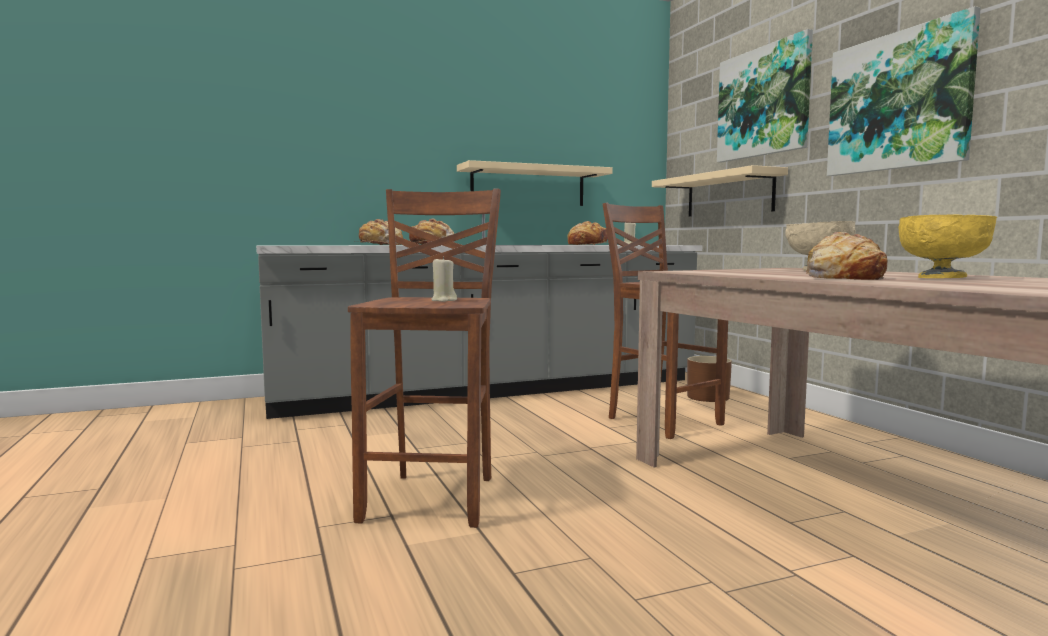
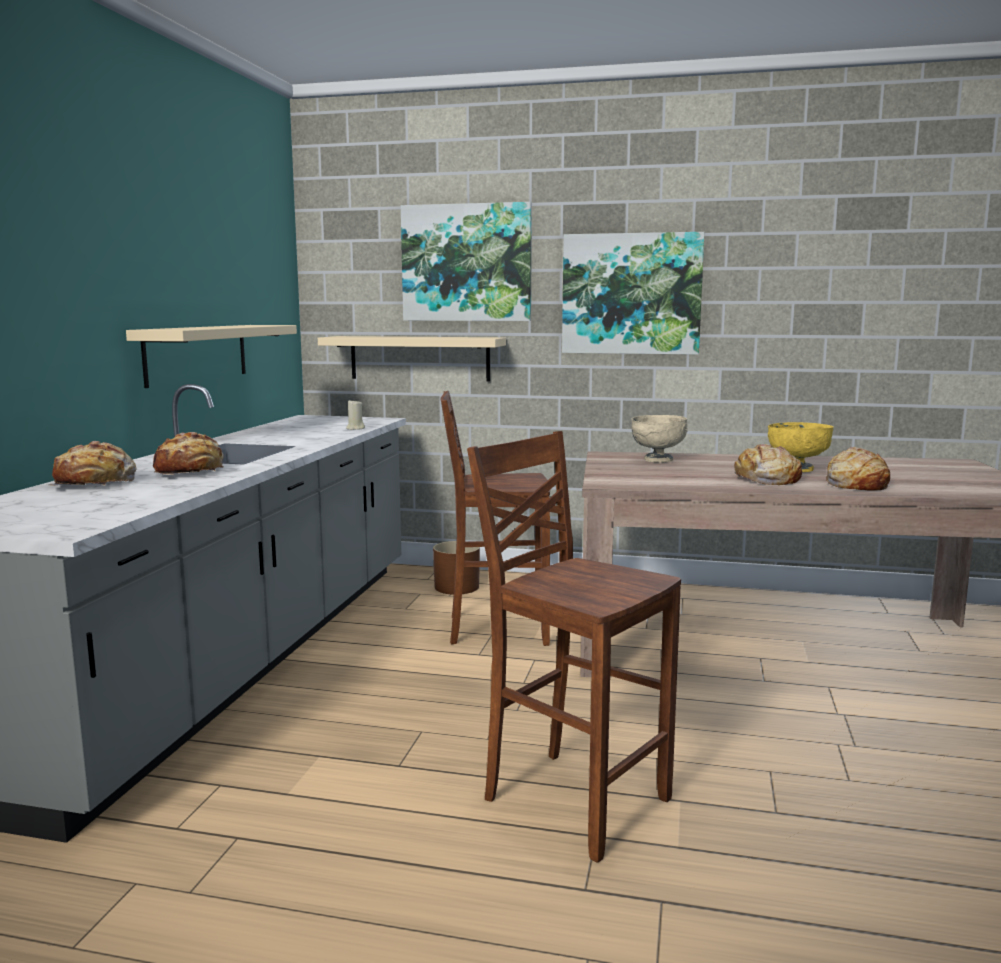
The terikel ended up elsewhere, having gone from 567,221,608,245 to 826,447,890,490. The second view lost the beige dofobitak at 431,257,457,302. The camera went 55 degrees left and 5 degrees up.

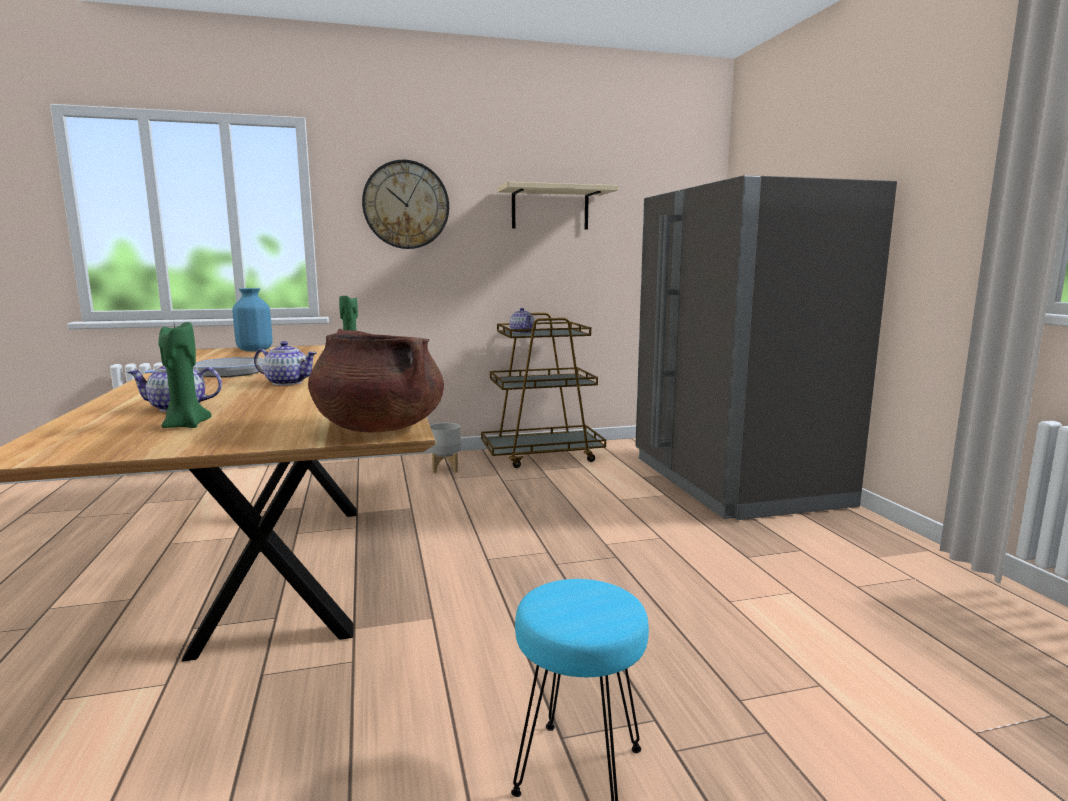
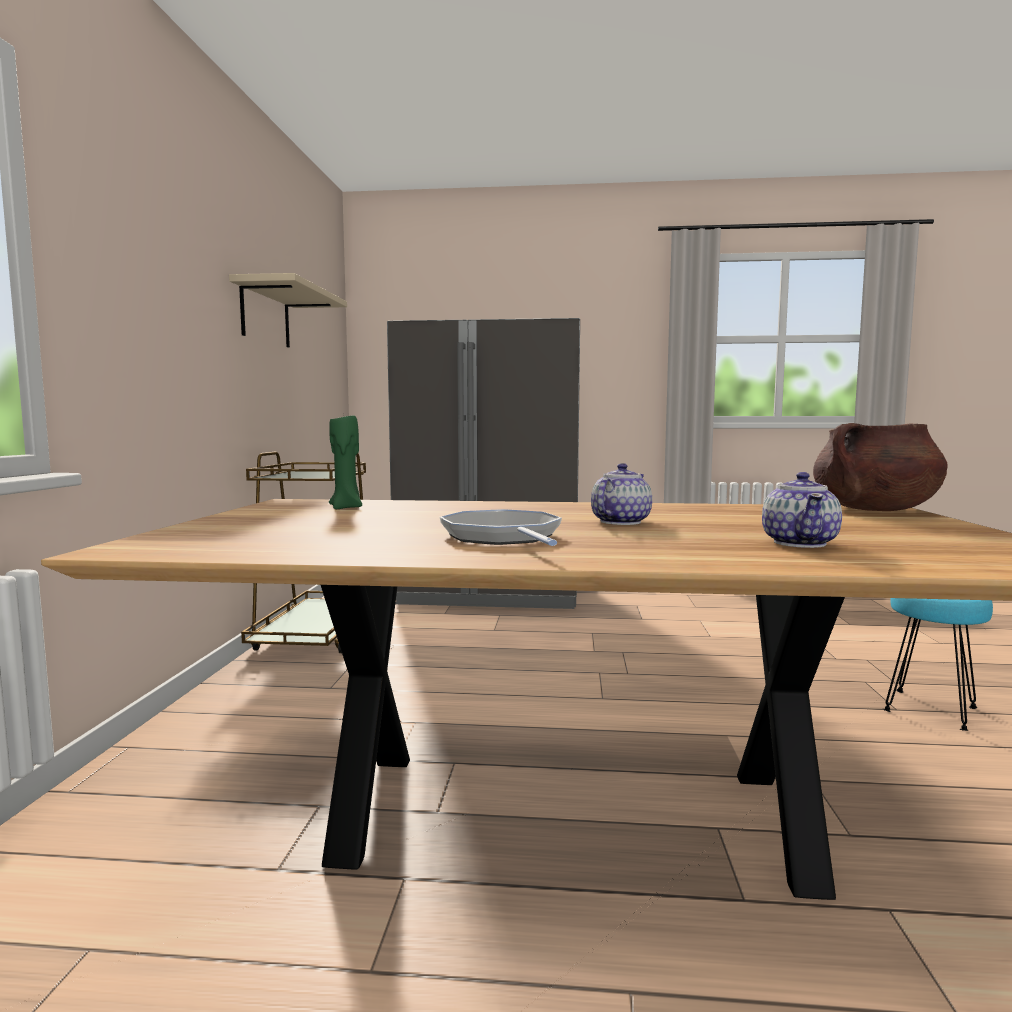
The second view lost the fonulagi at 362,160,449,249. The second view lost the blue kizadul at 232,288,273,351. The second view lost the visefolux at 509,308,535,334. The second view lost the green dofobitak at 158,322,212,428. The second view lost the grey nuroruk at 429,423,461,473. The camera went 70 degrees left and 5 degrees down.

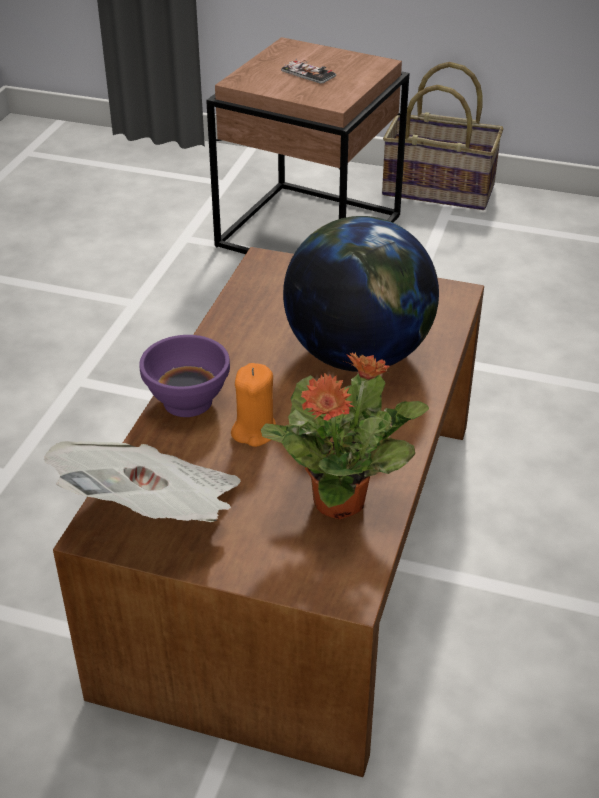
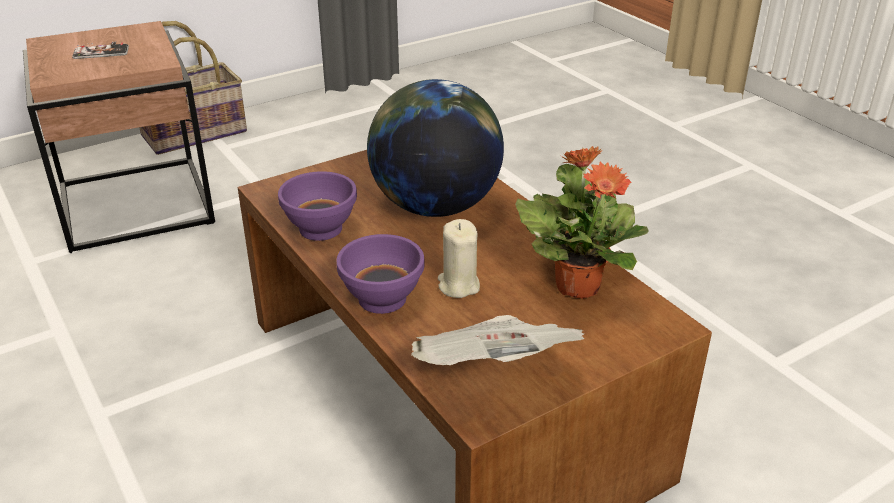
What was the orange dofobitak at 231,363,276,447 turned into the beige dofobitak at 438,219,480,298. The second view gained the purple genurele at 278,171,357,241. The camera went 50 degrees left and 5 degrees down.

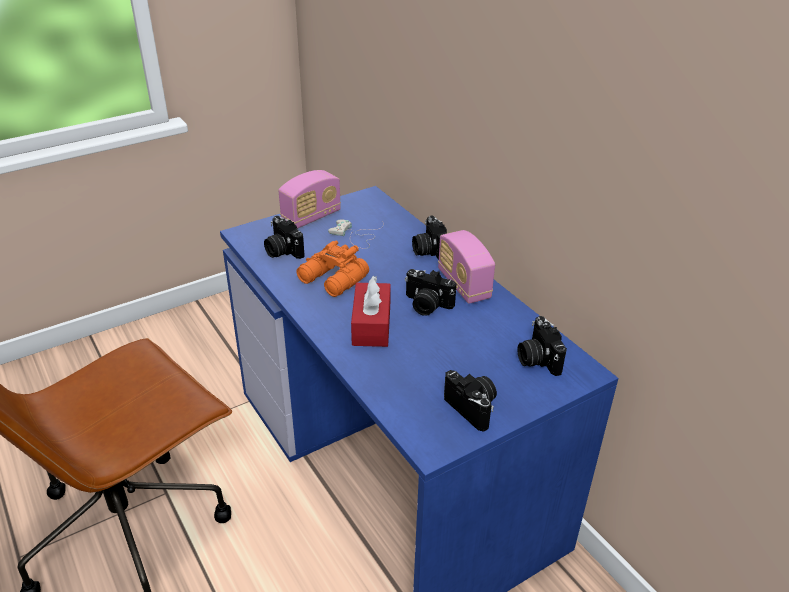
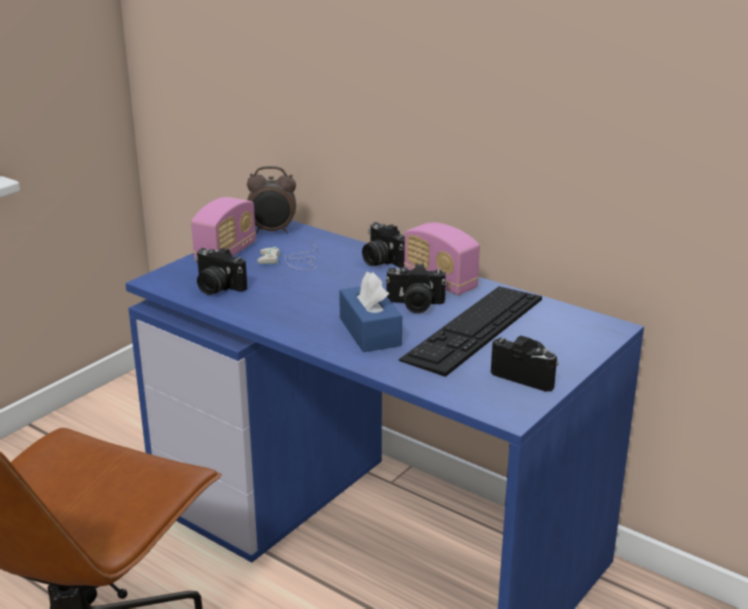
The second view lost the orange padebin at 296,240,369,297. What was the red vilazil at 351,276,391,347 turned into the blue vilazil at 339,272,402,352. The second view lost the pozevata at 517,316,567,376. The second view gained the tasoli at 247,166,296,234. The second view gained the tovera at 399,286,542,377. The camera went 20 degrees left and 10 degrees down.

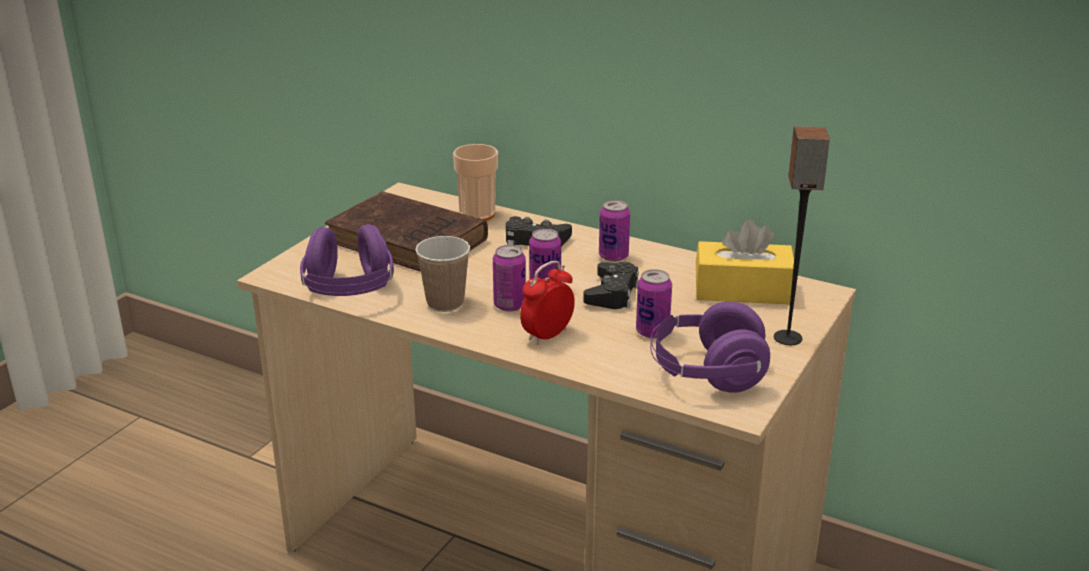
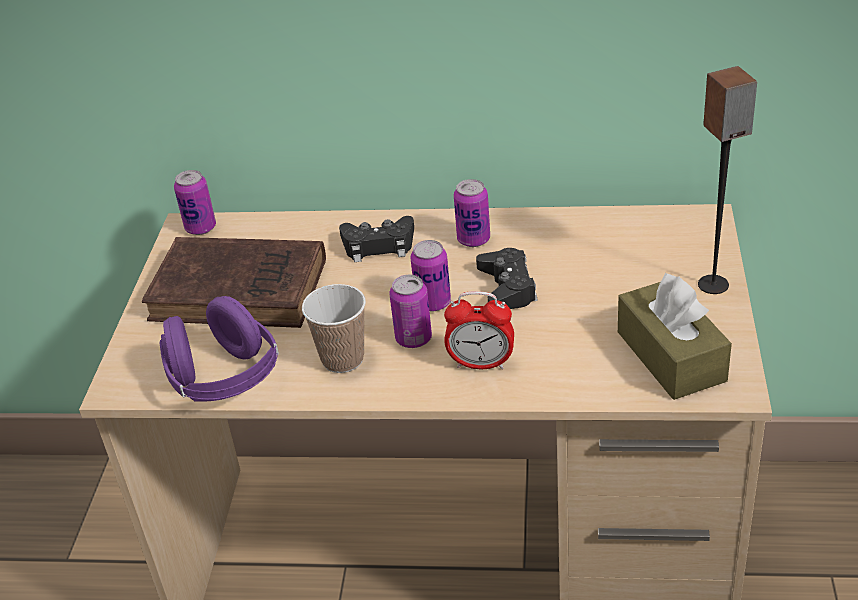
The second view lost the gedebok at 453,144,498,221. The second view lost the yellow vilazil at 696,219,794,304. The tasoli at 520,261,575,345 ended up facing another way, 105 degrees counterclockwise from before. The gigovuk ended up elsewhere, having gone from 636,269,672,339 to 174,170,216,235. Where the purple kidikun stood at 650,301,770,393, the brown vilazil came to stand at 618,273,732,400. The camera went 20 degrees left and 10 degrees up.

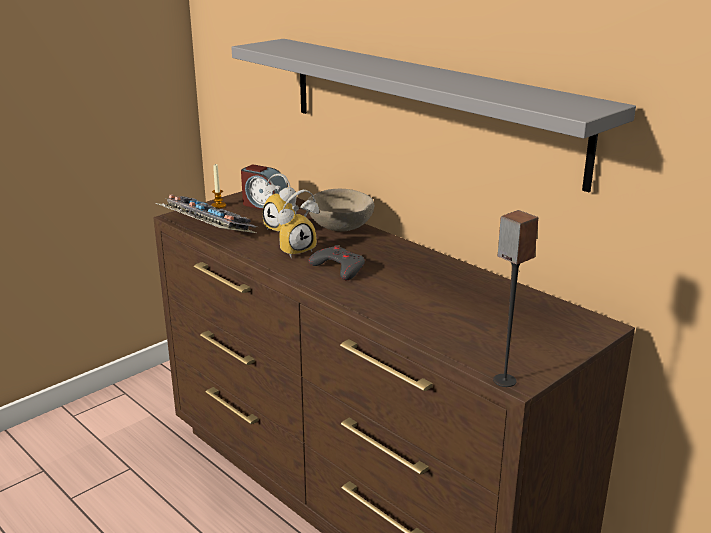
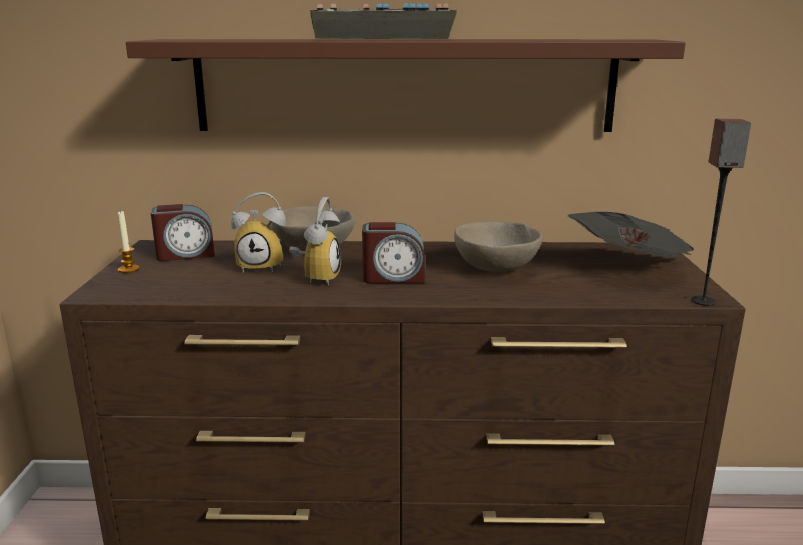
What was the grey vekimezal at 231,39,636,192 turned into the brown vekimezal at 126,39,686,132. The tovera ended up elsewhere, having gone from 156,195,257,233 to 310,4,457,39. Where the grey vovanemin stood at 308,245,365,280, the tasoli came to stand at 362,222,425,283. The second view gained the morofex at 567,212,694,257. The second view gained the beige genurele at 454,221,542,272. The camera went 45 degrees left and 5 degrees down.

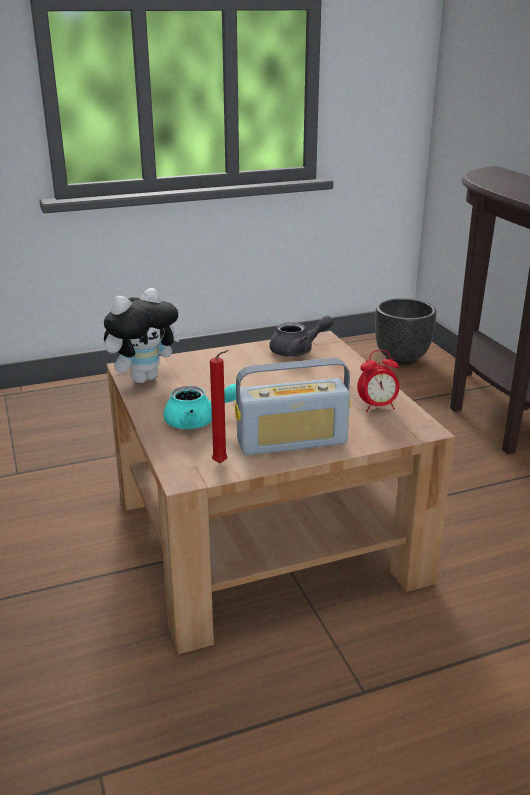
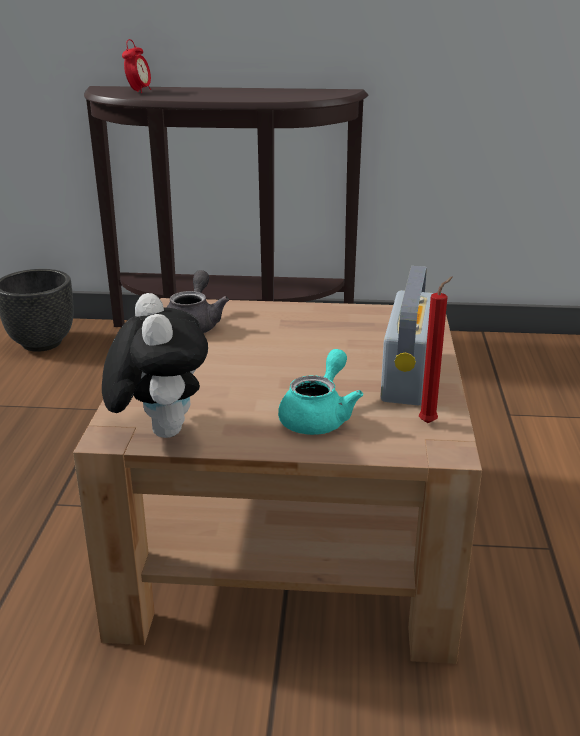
The tasoli ended up elsewhere, having gone from 357,350,399,412 to 122,39,151,93. The camera went 65 degrees left and 0 degrees up.

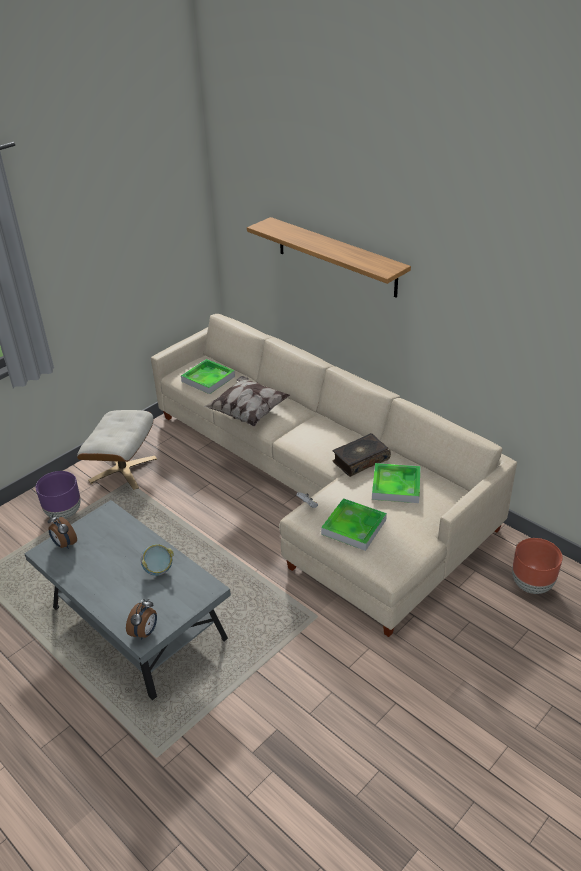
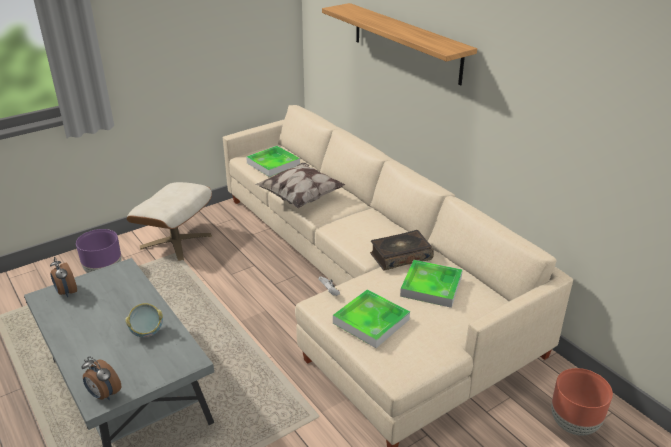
The tasoli at 126,599,157,640 ended up facing another way, 90 degrees clockwise from before. The camera went 10 degrees right and 5 degrees down.

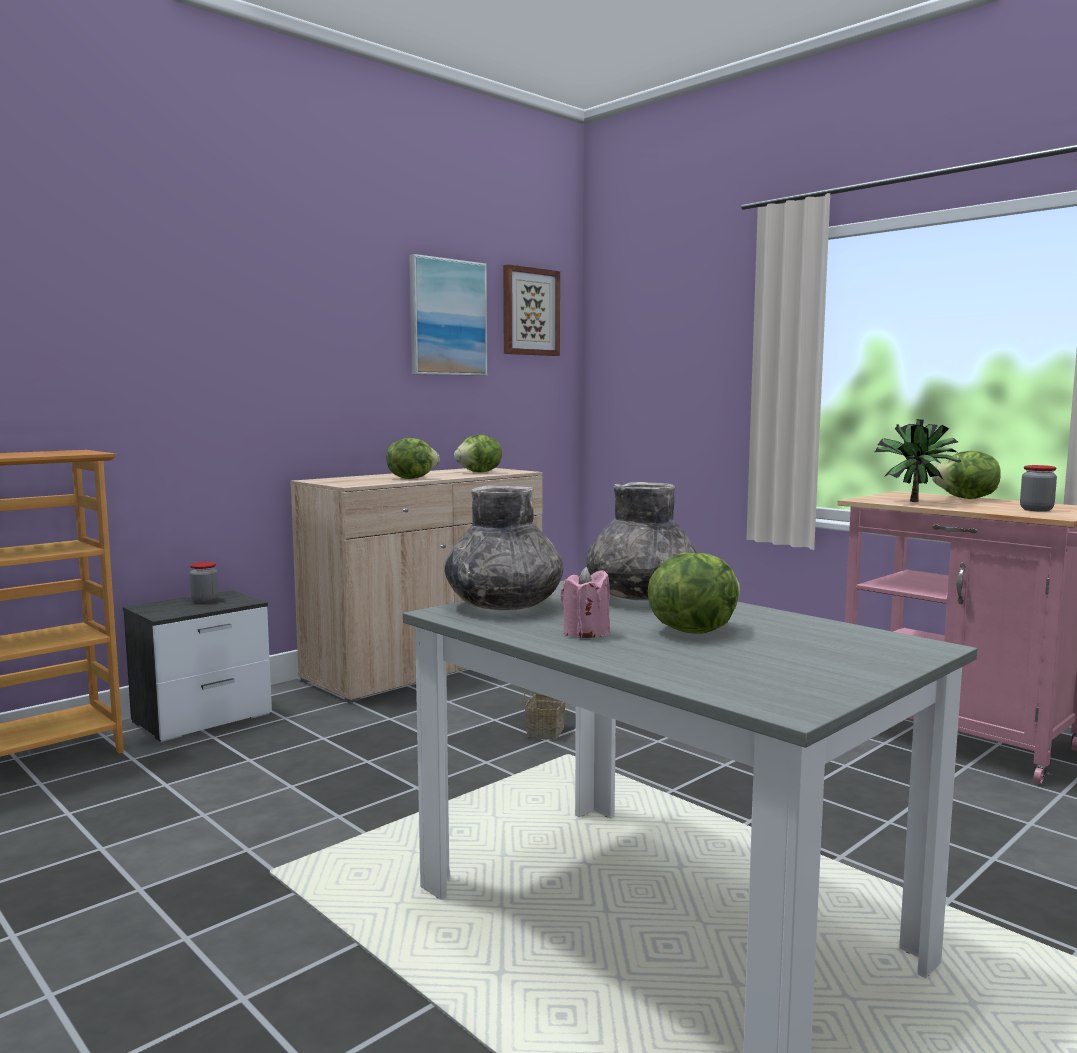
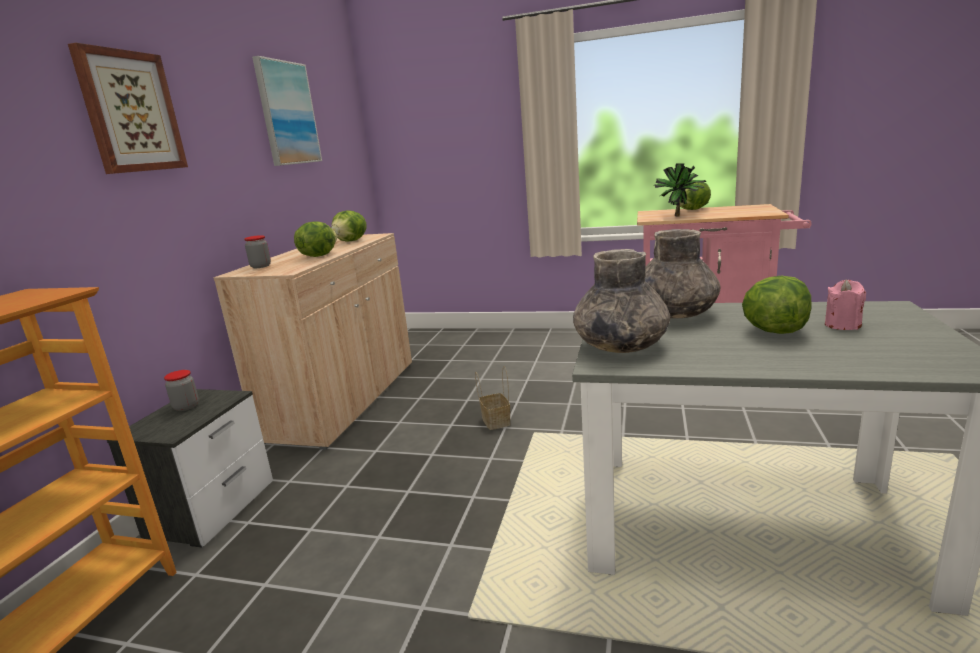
The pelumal ended up elsewhere, having gone from 503,264,560,356 to 68,43,188,174. The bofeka ended up elsewhere, having gone from 1020,465,1057,512 to 244,235,271,268. The pink dofobitak ended up elsewhere, having gone from 560,567,610,638 to 825,280,866,330. The camera went 30 degrees left and 10 degrees up.

